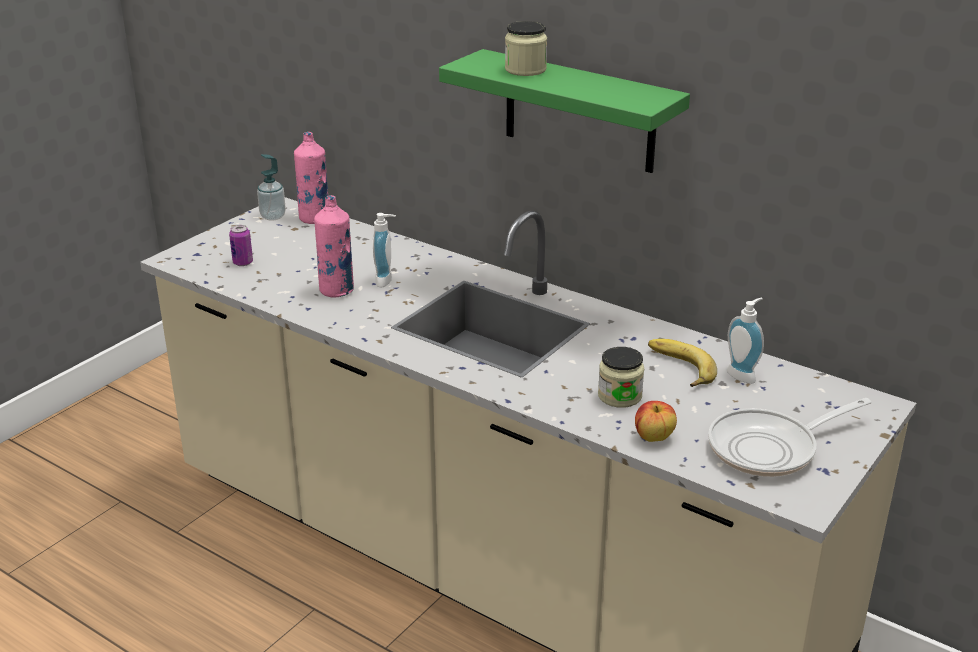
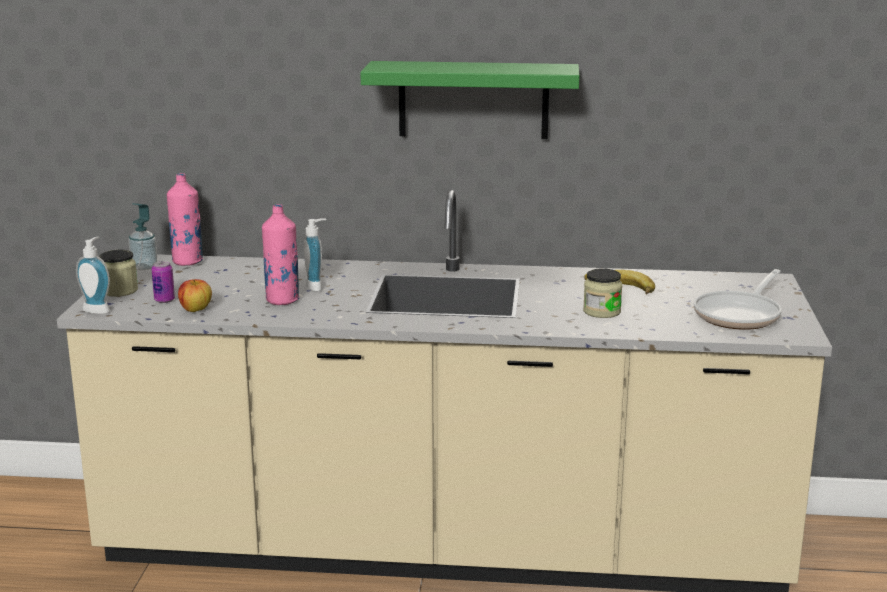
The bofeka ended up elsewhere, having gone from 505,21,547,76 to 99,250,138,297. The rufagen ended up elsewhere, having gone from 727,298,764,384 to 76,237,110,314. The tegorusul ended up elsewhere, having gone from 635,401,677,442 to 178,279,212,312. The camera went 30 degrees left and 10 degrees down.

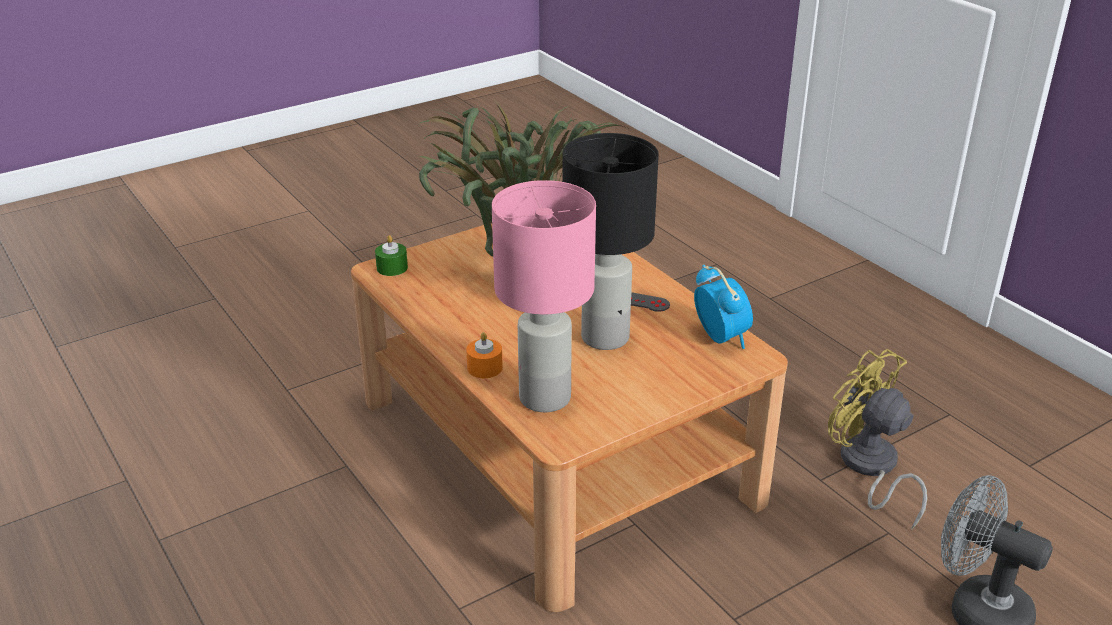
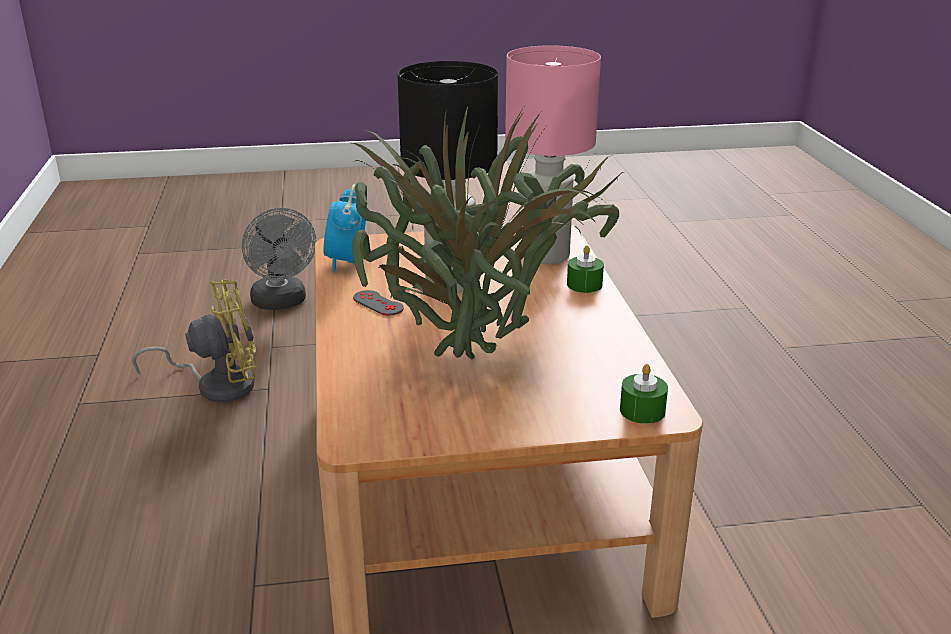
What was the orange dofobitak at 466,332,503,378 turned into the green dofobitak at 567,245,604,293. The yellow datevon at 828,349,927,530 ended up facing another way, 90 degrees counterclockwise from before. The camera went 155 degrees left and 5 degrees down.

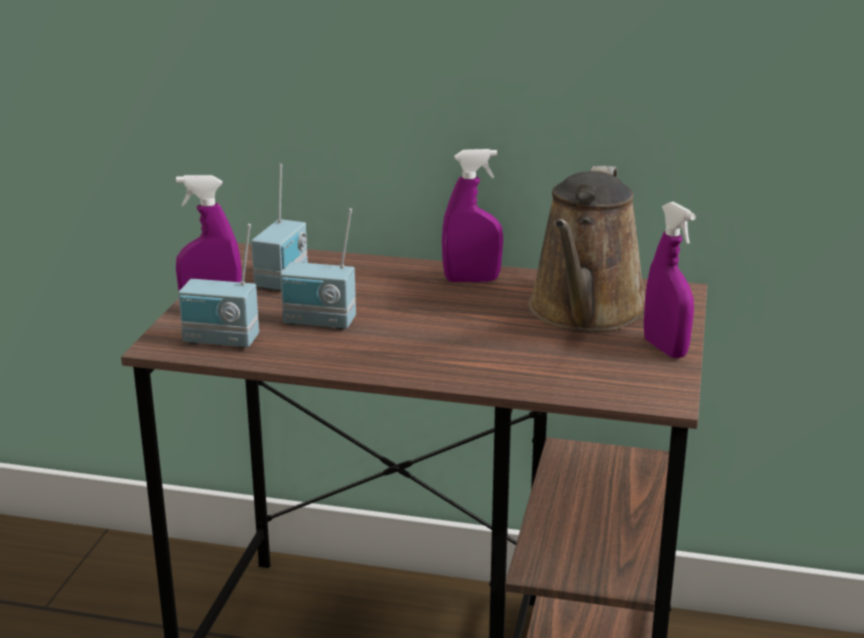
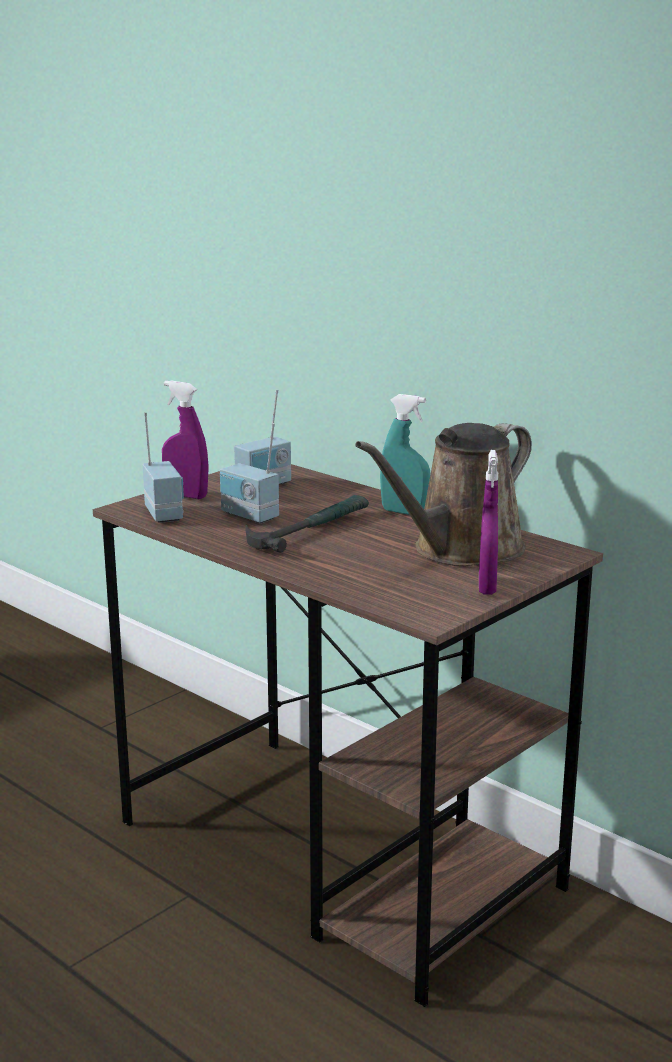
What was the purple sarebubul at 442,149,503,282 turned into the turquoise sarebubul at 380,394,430,515. The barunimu at 178,224,259,348 ended up facing another way, 150 degrees counterclockwise from before. The second view gained the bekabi at 245,495,369,553. The camera went 30 degrees right and 5 degrees down.

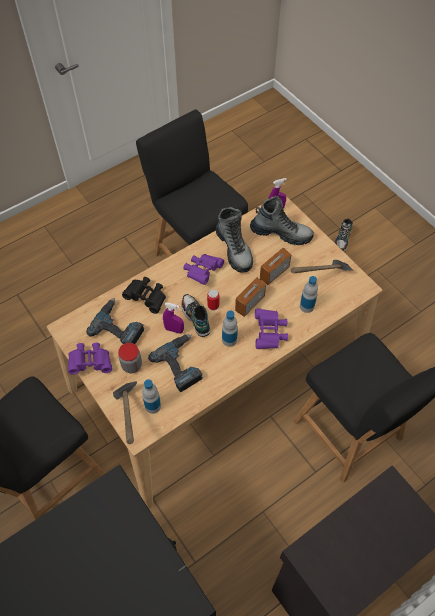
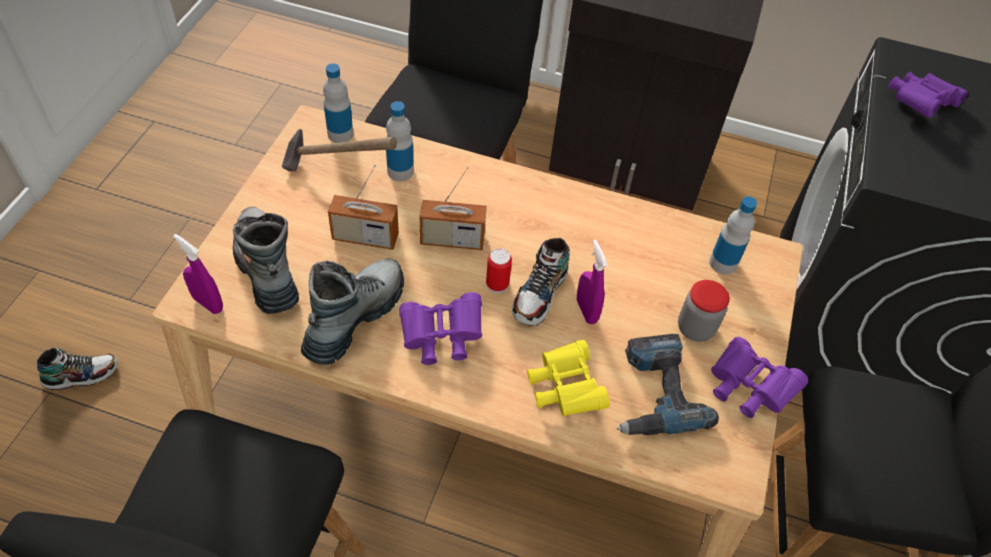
What was the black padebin at 122,277,166,314 turned into the yellow padebin at 527,340,610,416. The purple padebin ended up elsewhere, having gone from 255,309,288,349 to 889,72,968,118. The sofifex ended up elsewhere, having gone from 222,311,238,347 to 323,63,353,143. The second view lost the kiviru at 148,334,203,392. The second view lost the bekabi at 113,381,137,444. The camera went 130 degrees left and 5 degrees down.

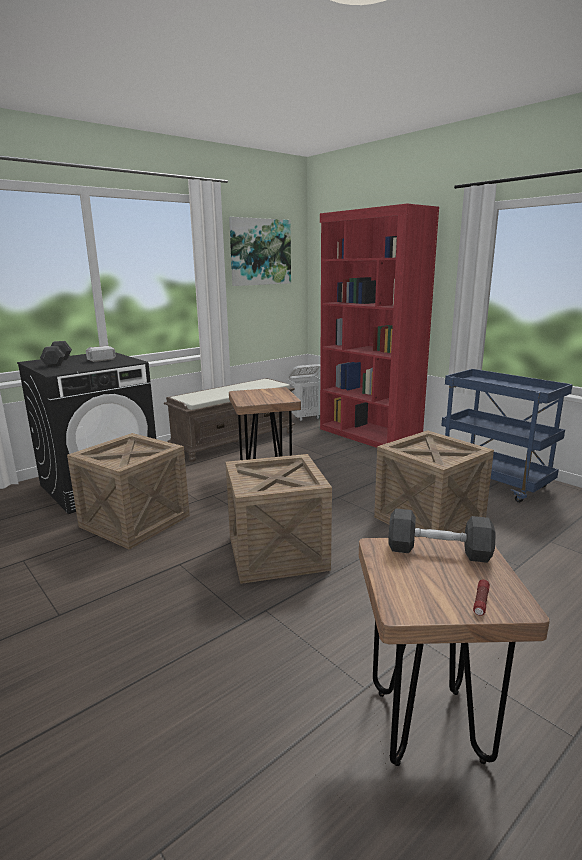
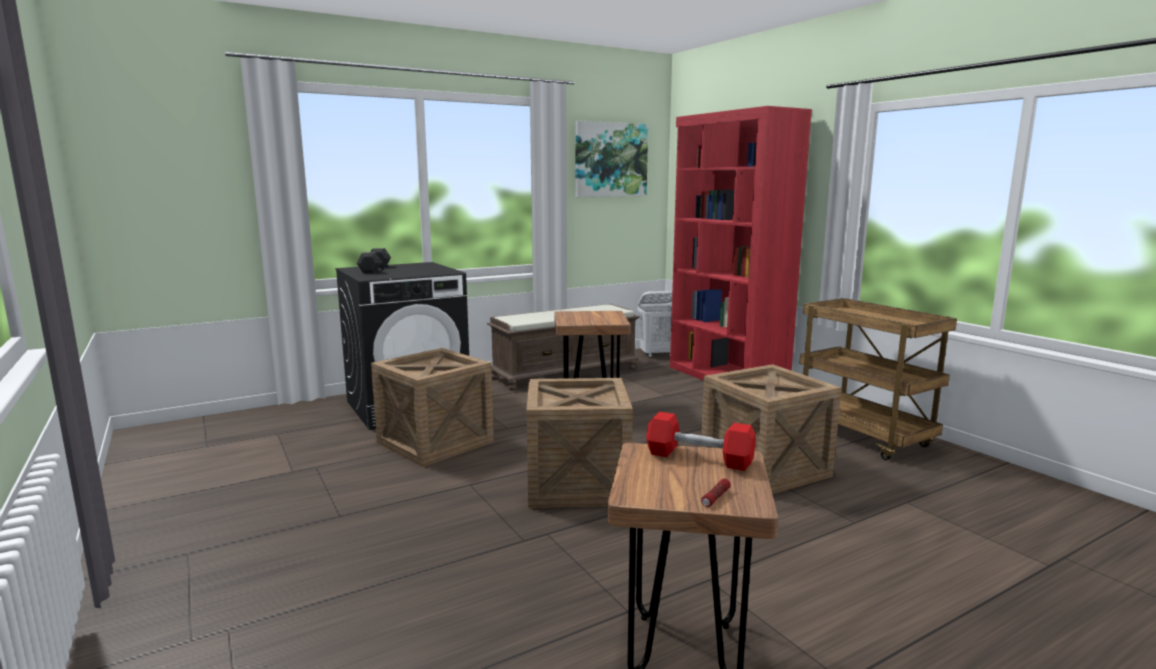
The second view lost the bekabi at 86,346,116,362. What was the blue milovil at 441,369,573,503 turned into the brown milovil at 800,298,957,460. What was the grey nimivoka at 388,508,496,563 turned into the red nimivoka at 646,412,756,471. The camera went 10 degrees right and 5 degrees down.

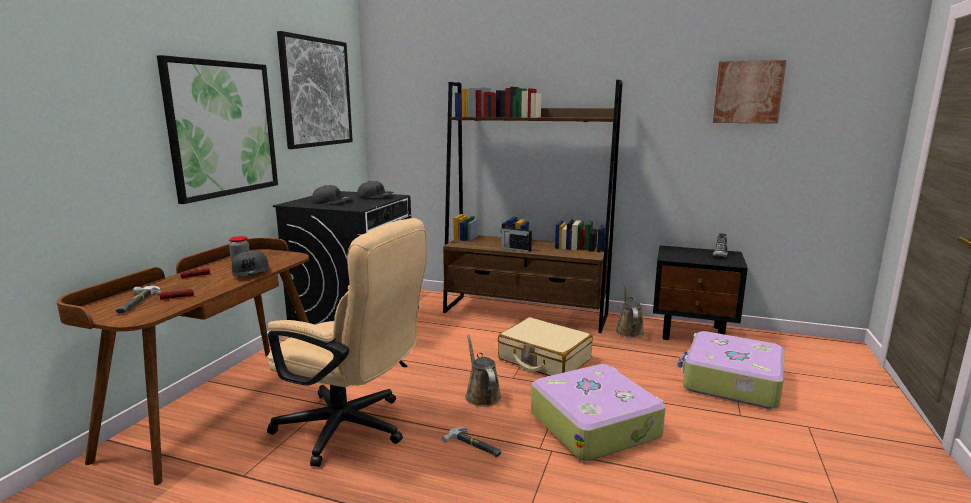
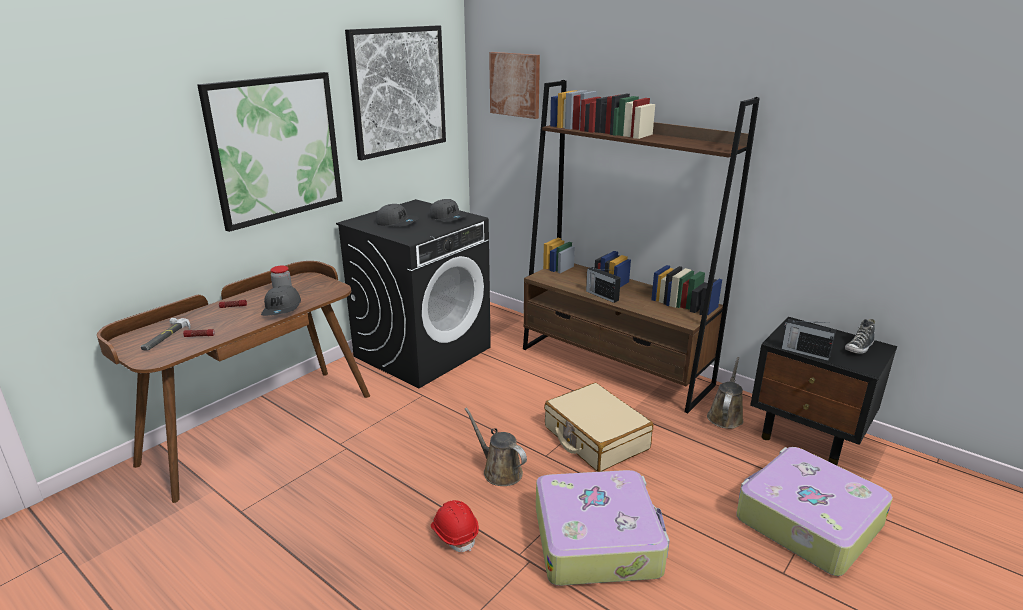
The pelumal ended up elsewhere, having gone from 713,60,786,124 to 489,52,540,119. The second view lost the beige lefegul at 267,218,427,467. The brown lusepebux at 465,334,501,407 ended up facing another way, 45 degrees counterclockwise from before. Where the bekabi stood at 442,427,501,457, the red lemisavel came to stand at 431,500,479,552. The second view gained the barunimu at 782,319,836,361. The camera went 20 degrees right and 10 degrees up.

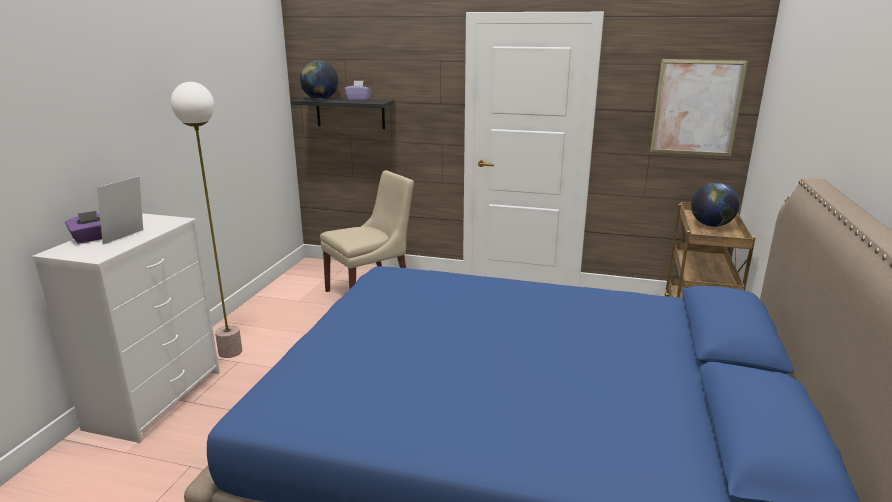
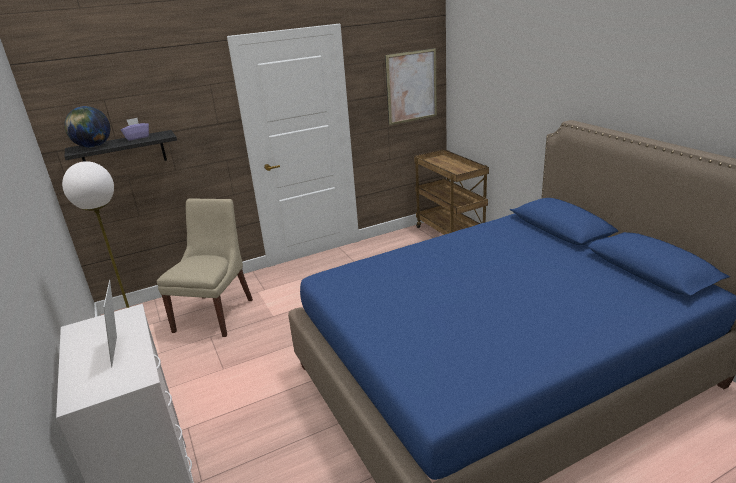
The second view lost the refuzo at 691,183,739,227. The second view lost the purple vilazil at 65,211,102,244. The camera went 40 degrees left and 5 degrees up.

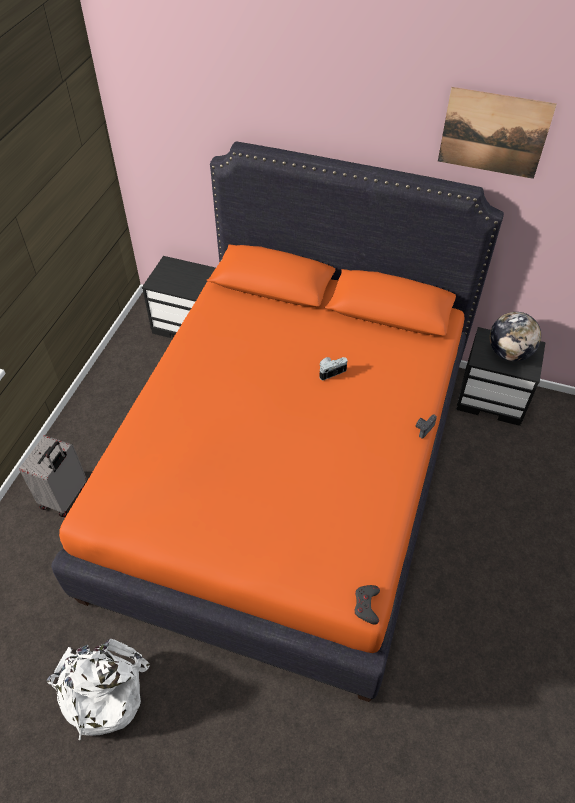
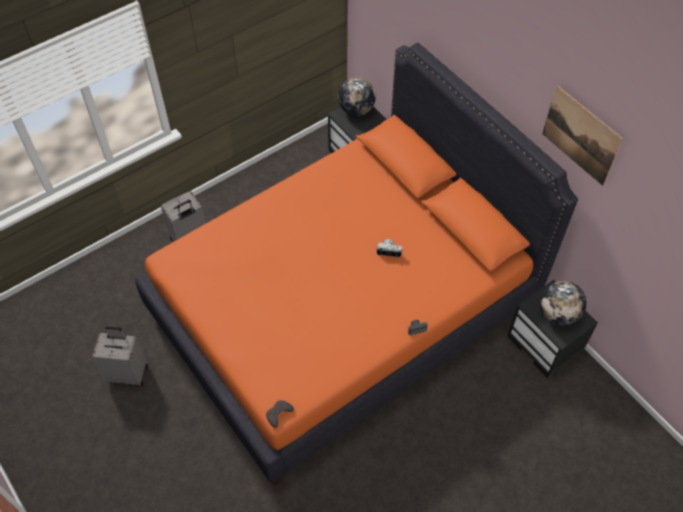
Where the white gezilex stood at 46,639,150,740, the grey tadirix came to stand at 92,326,148,387. The second view gained the refuzo at 338,77,376,116. The camera went 35 degrees right and 5 degrees up.

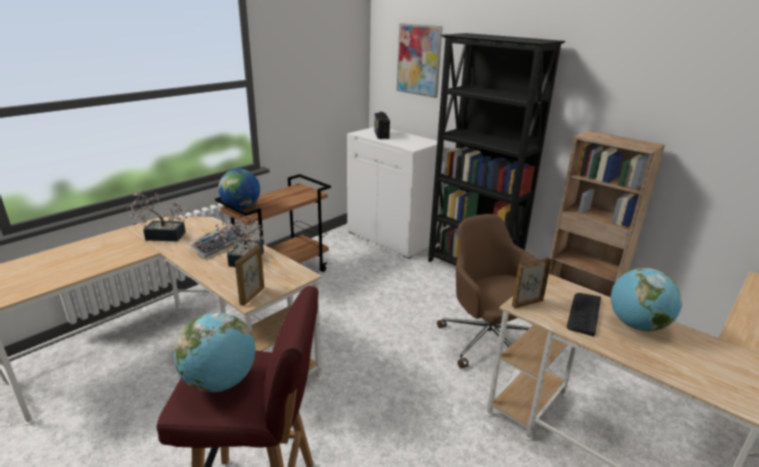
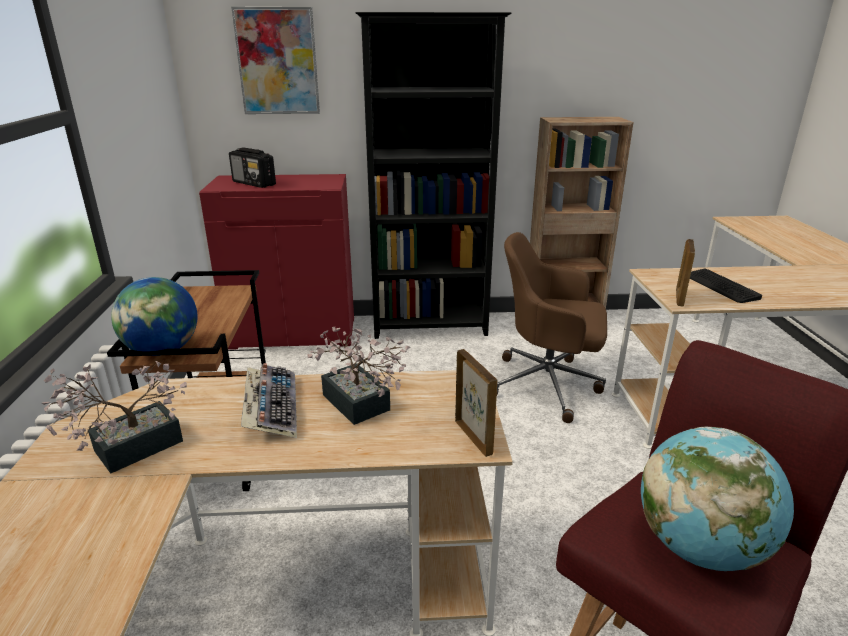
What was the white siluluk at 347,127,444,259 turned into the red siluluk at 199,174,354,350. The second view lost the refuzo at 611,268,682,332. The camera went 45 degrees left and 0 degrees up.

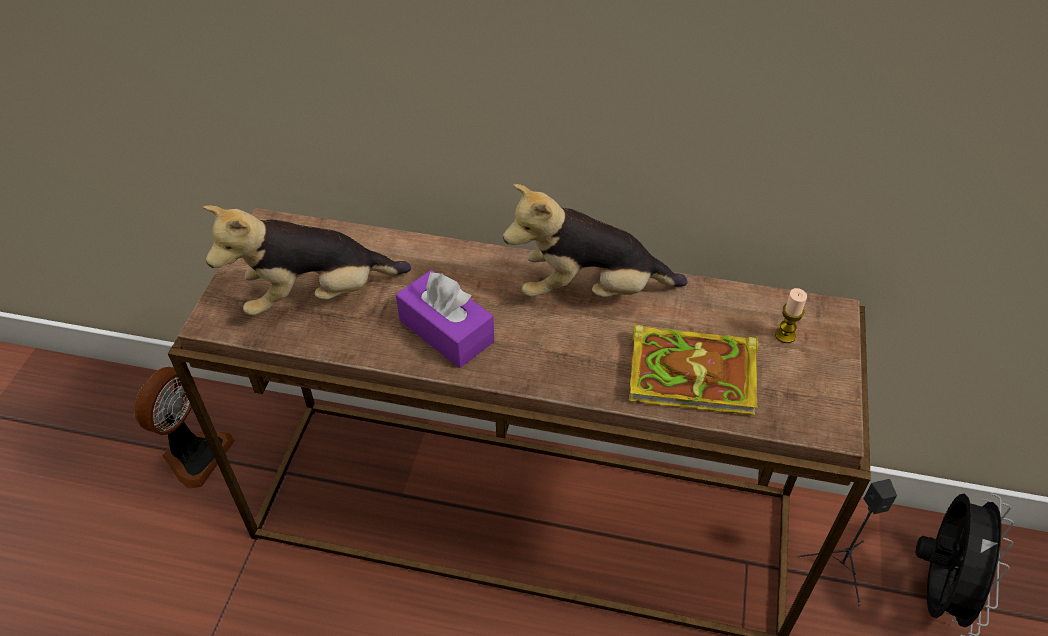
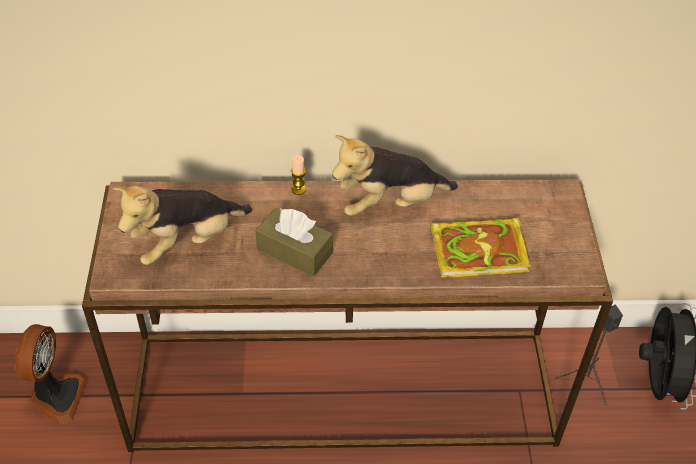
What was the purple vilazil at 396,270,494,368 turned into the brown vilazil at 255,208,333,276. The dofobitak ended up elsewhere, having gone from 775,288,807,343 to 291,155,306,195. The camera went 15 degrees left and 0 degrees up.

